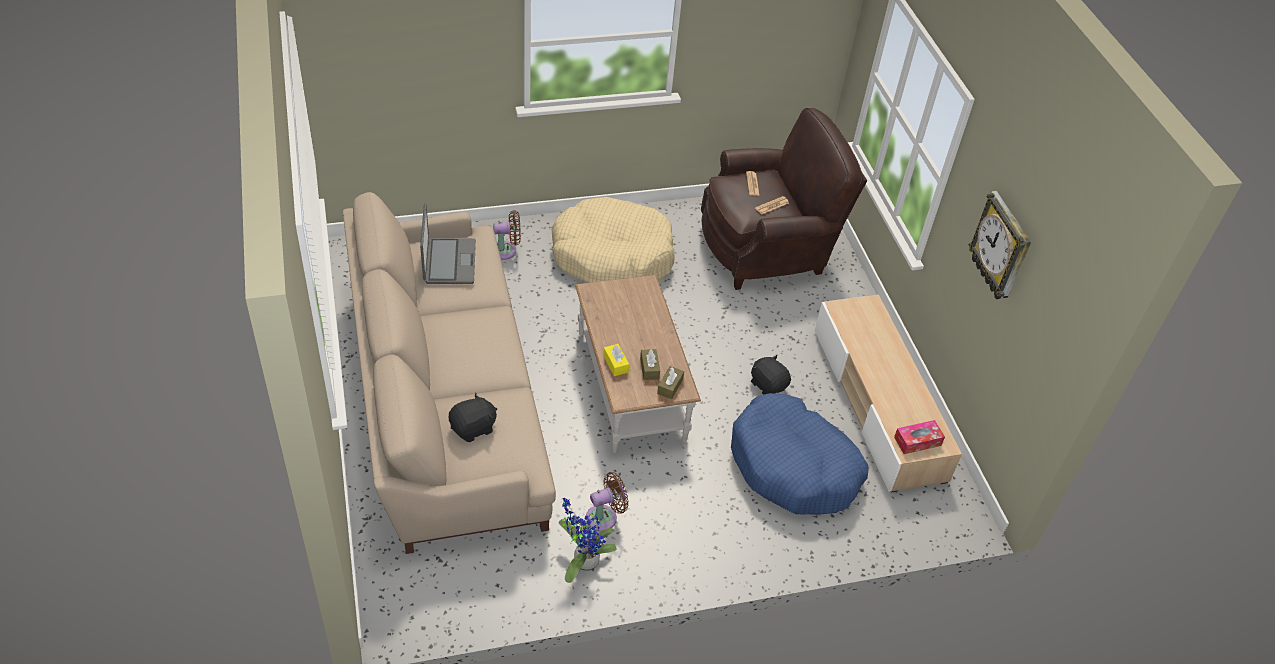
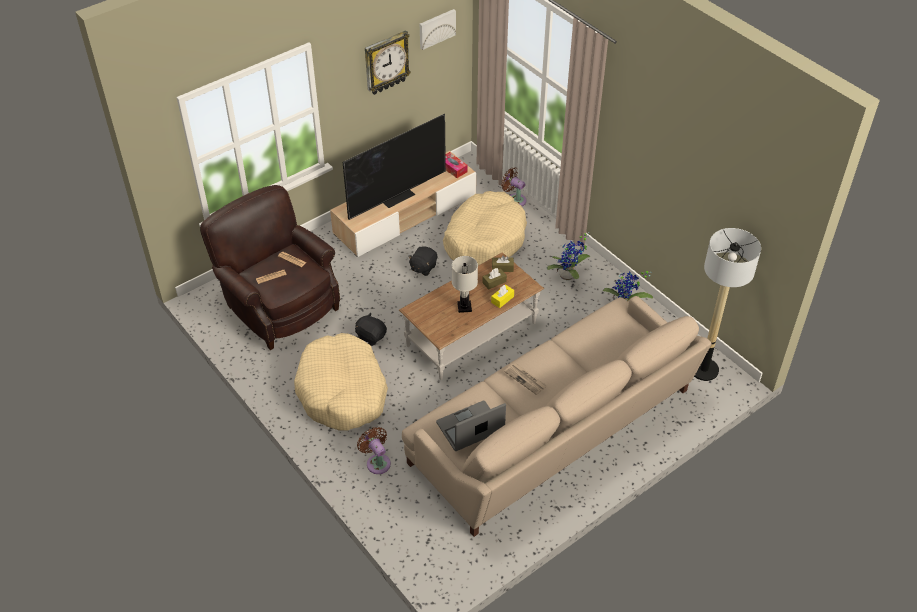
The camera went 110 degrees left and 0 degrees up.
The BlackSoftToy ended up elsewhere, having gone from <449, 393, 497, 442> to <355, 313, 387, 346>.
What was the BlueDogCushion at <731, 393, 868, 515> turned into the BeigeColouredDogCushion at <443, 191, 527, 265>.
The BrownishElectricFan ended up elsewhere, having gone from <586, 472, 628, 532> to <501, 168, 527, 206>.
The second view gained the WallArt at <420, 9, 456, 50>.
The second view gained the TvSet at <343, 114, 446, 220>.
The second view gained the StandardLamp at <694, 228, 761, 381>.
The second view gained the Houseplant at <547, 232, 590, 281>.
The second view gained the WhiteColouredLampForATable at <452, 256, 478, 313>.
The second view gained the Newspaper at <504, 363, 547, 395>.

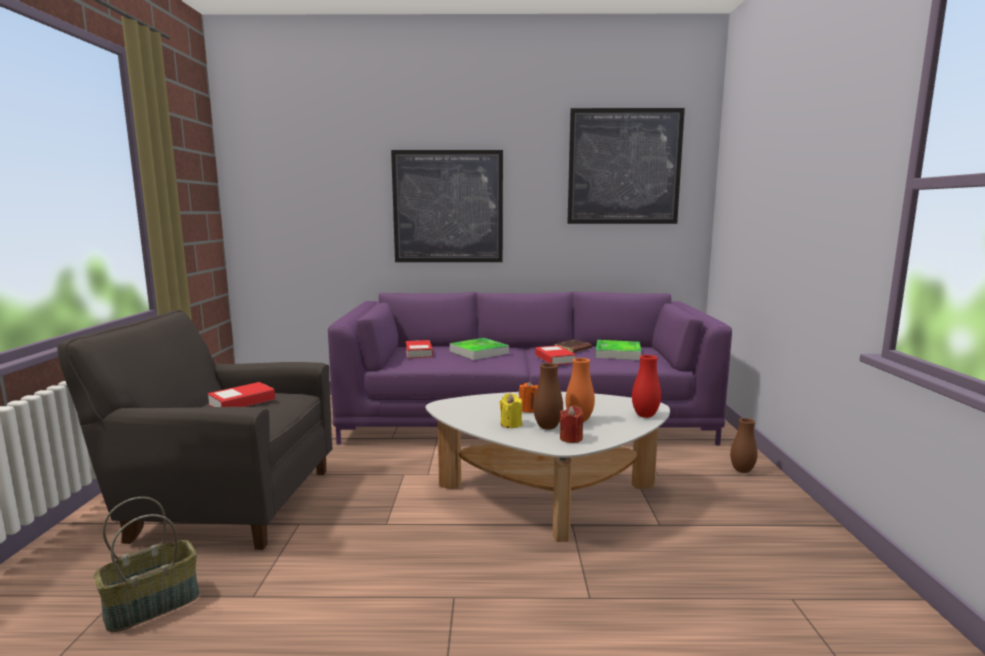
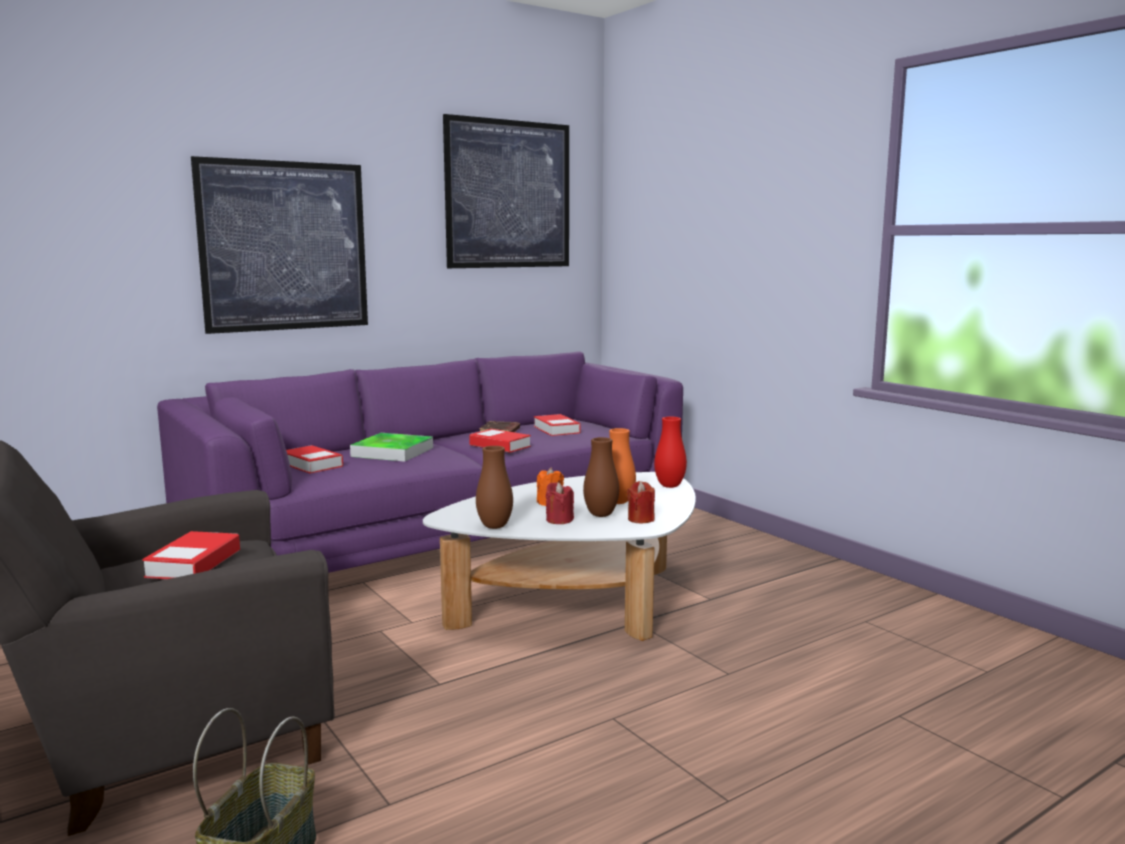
The camera went 35 degrees left and 0 degrees up.
Where the ServingTray stood at <595, 340, 641, 360>, the Volume came to stand at <534, 414, 580, 436>.
What was the YellowishCandle at <500, 393, 522, 428> turned into the ReddishCandle at <546, 482, 574, 524>.
The BrownishFlowerVase ended up elsewhere, having gone from <730, 418, 758, 473> to <476, 446, 513, 529>.

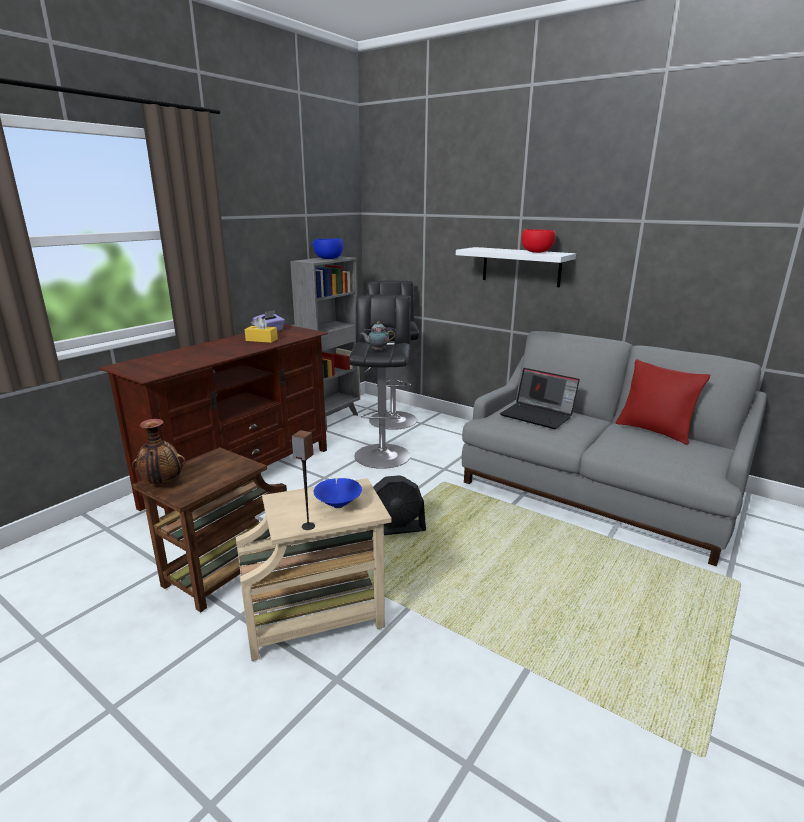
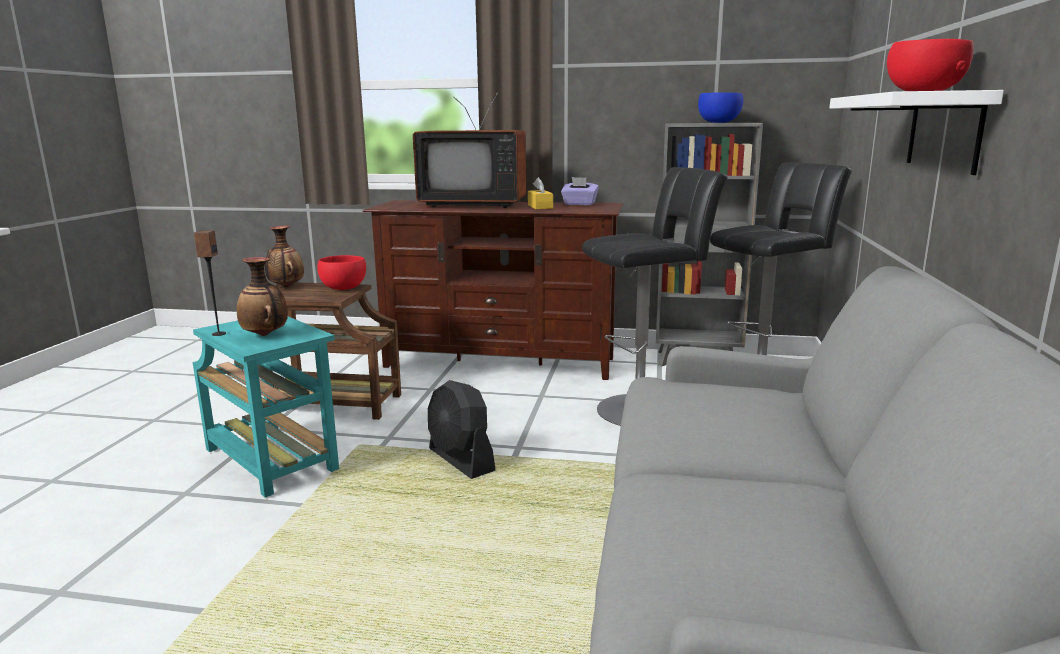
The camera went 65 degrees right and 5 degrees down.
The second view lost the PotForTea at <360, 321, 395, 351>.
The second view lost the ReddishPillow at <616, 359, 710, 445>.
The second view lost the NotebookComputer at <500, 368, 580, 429>.
What was the BeigeColouredAccentTable at <236, 478, 392, 661> turned into the TurquoiseAccentTable at <193, 317, 339, 498>.
Where the BlueServingBowl stood at <313, 478, 362, 508>, the FlowerVase came to stand at <237, 257, 288, 336>.
The second view gained the TvSet at <413, 92, 526, 208>.
The second view gained the ReddishServingBowl at <317, 255, 366, 290>.

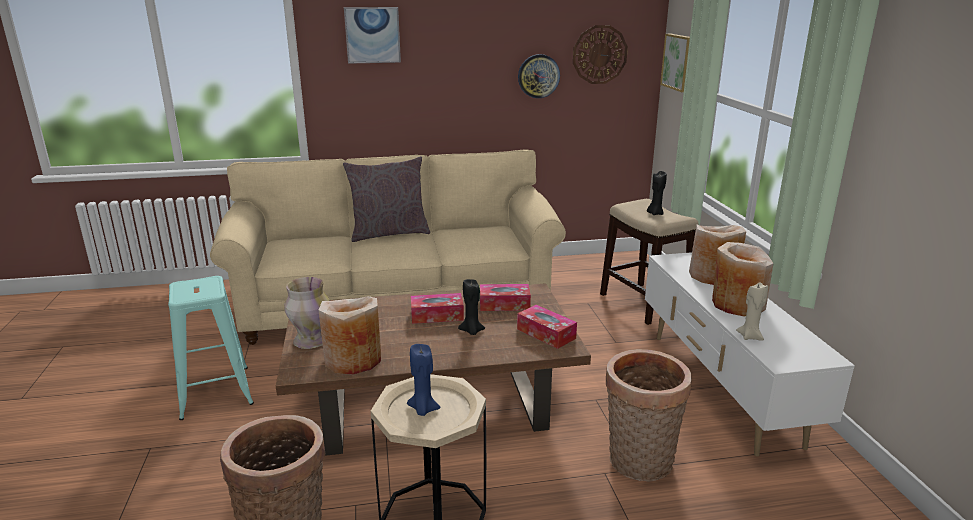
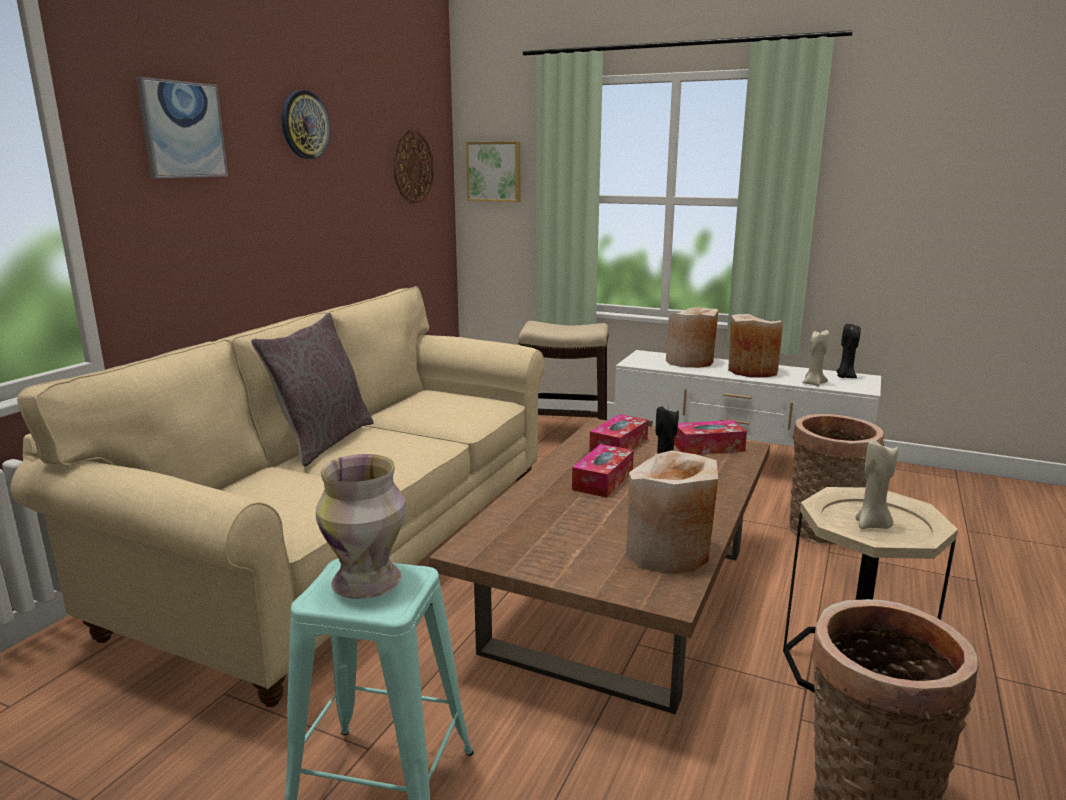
The camera went 55 degrees left and 5 degrees down.
The ClockOnTheWall ended up elsewhere, having gone from <518, 54, 560, 98> to <282, 90, 330, 159>.
The BlackCandle ended up elsewhere, having gone from <647, 171, 667, 215> to <836, 324, 861, 378>.
The FlowerVase ended up elsewhere, having gone from <284, 277, 329, 349> to <316, 454, 406, 599>.
What was the BlueCandle at <407, 344, 441, 416> turned into the BeigeColouredCandle at <855, 440, 898, 529>.

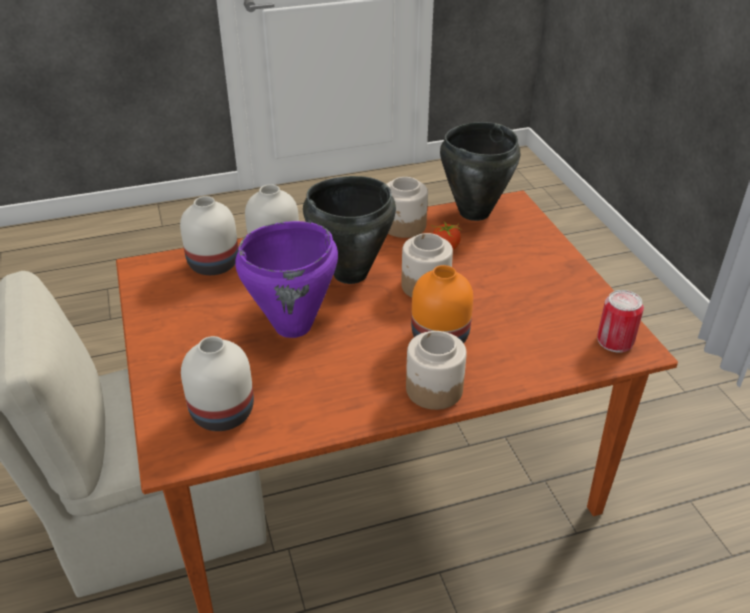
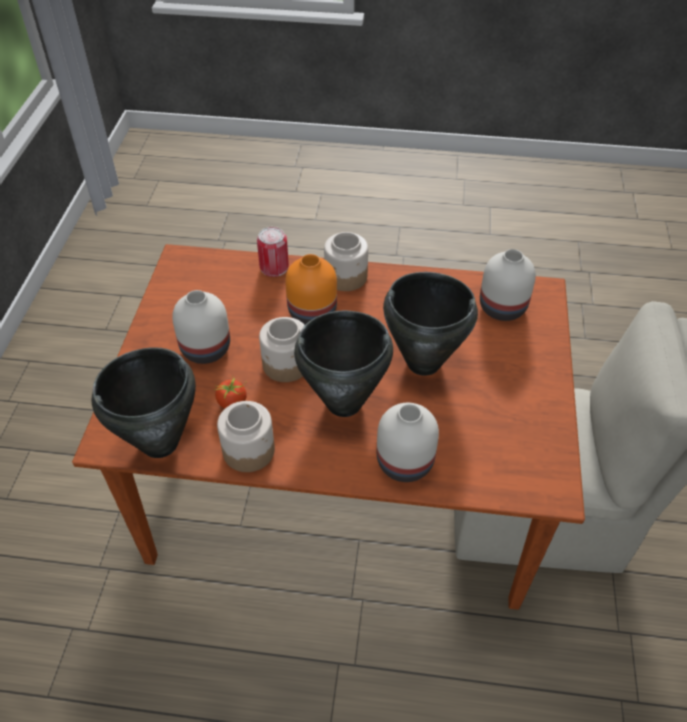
The camera went 155 degrees left and 10 degrees up.
The WhiteColouredFlowerVase ended up elsewhere, having gone from <180, 196, 238, 275> to <172, 290, 230, 364>.
What was the PurpleColouredCookingPot at <235, 221, 338, 338> turned into the BlackCookingPot at <383, 272, 478, 376>.
The SealedCan ended up elsewhere, having gone from <597, 290, 644, 353> to <257, 227, 289, 277>.

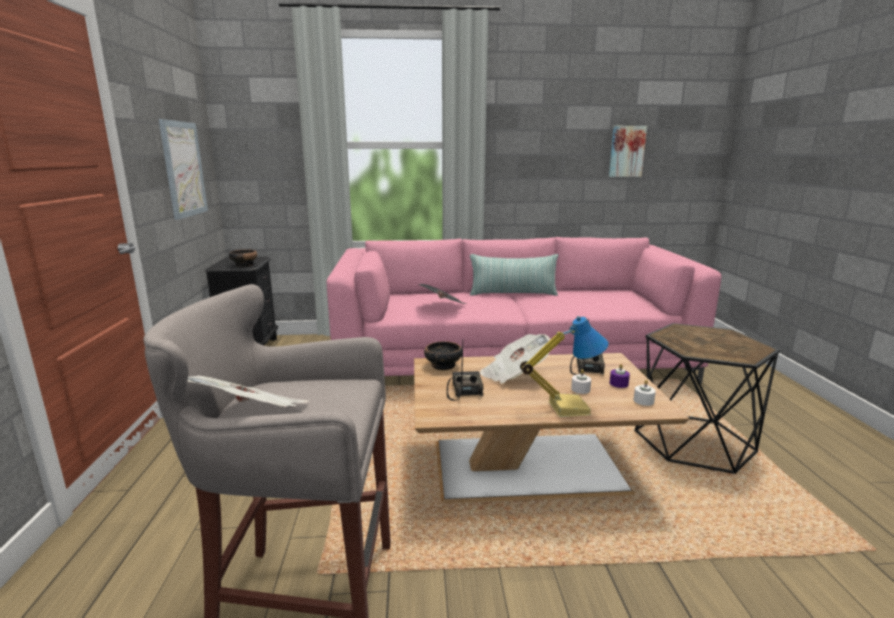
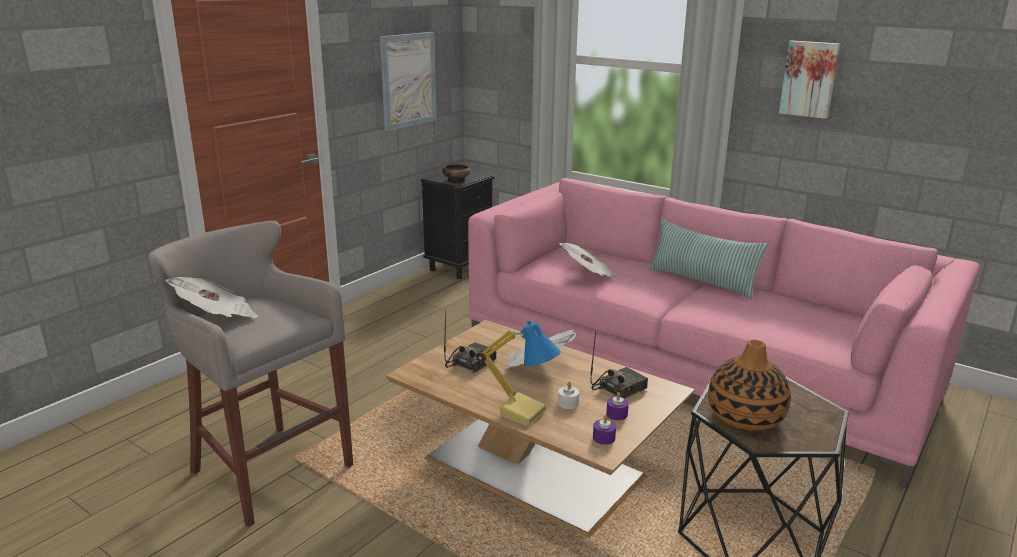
The camera went 40 degrees right and 5 degrees up.
The WallArt ended up elsewhere, having gone from <609, 126, 647, 177> to <779, 40, 840, 119>.
The second view lost the ServingBowl at <424, 341, 462, 370>.
What was the WhiteColouredCandle at <634, 380, 656, 406> turned into the PurpleColouredCandle at <593, 415, 616, 445>.
The second view gained the FlowerVase at <708, 340, 791, 431>.

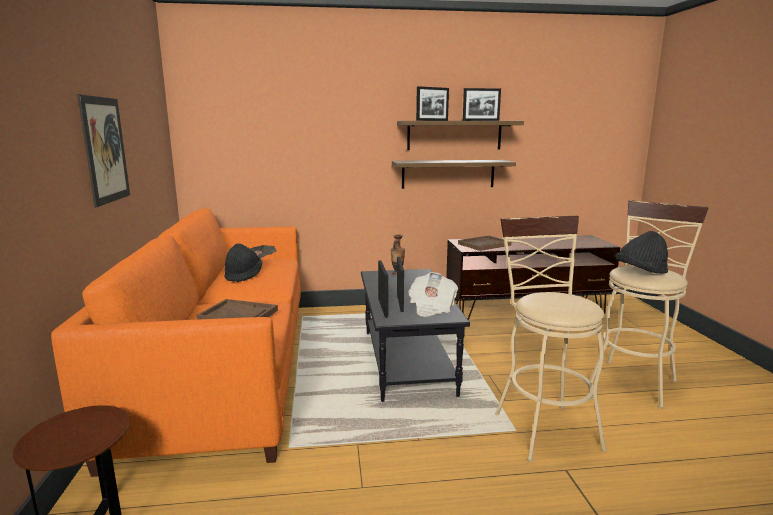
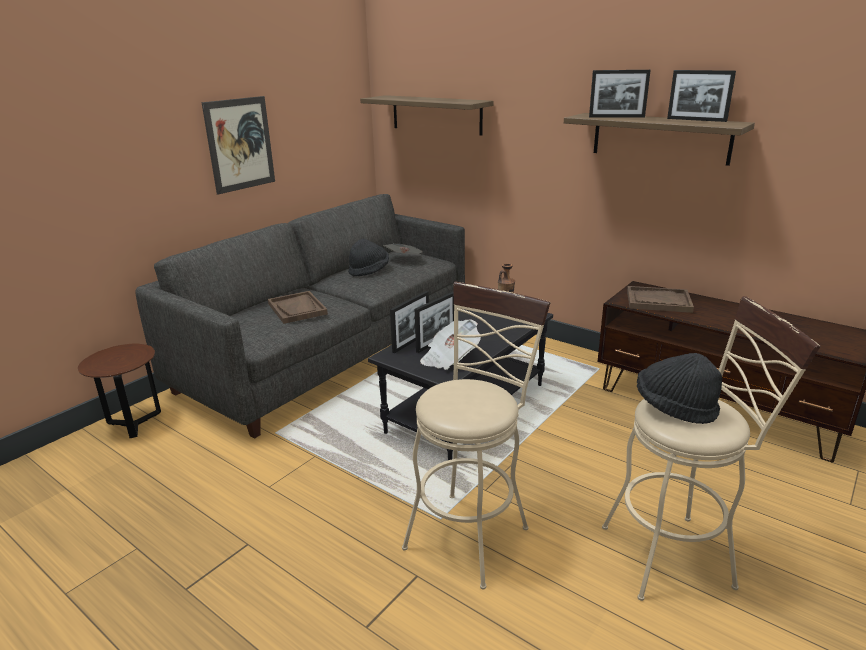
The camera went 45 degrees right and 10 degrees up.
The Shelf ended up elsewhere, having gone from <392, 160, 516, 189> to <360, 95, 494, 136>.
What was the OrangeySettee at <51, 208, 301, 477> turned into the GreySettee at <135, 194, 465, 439>.

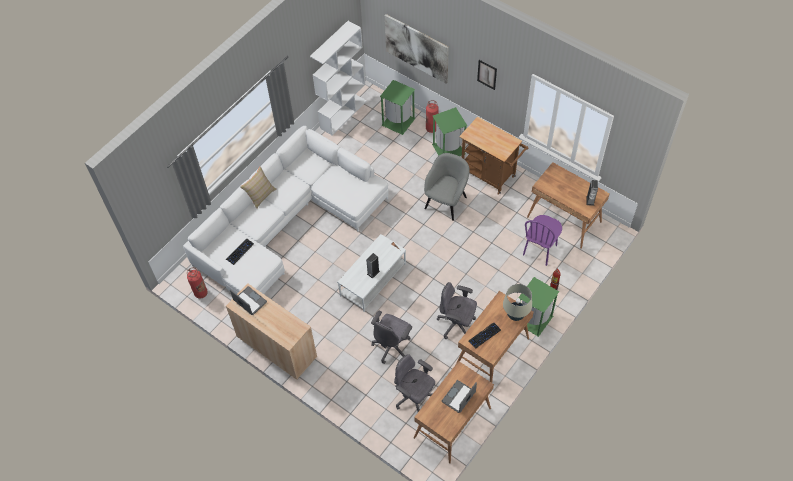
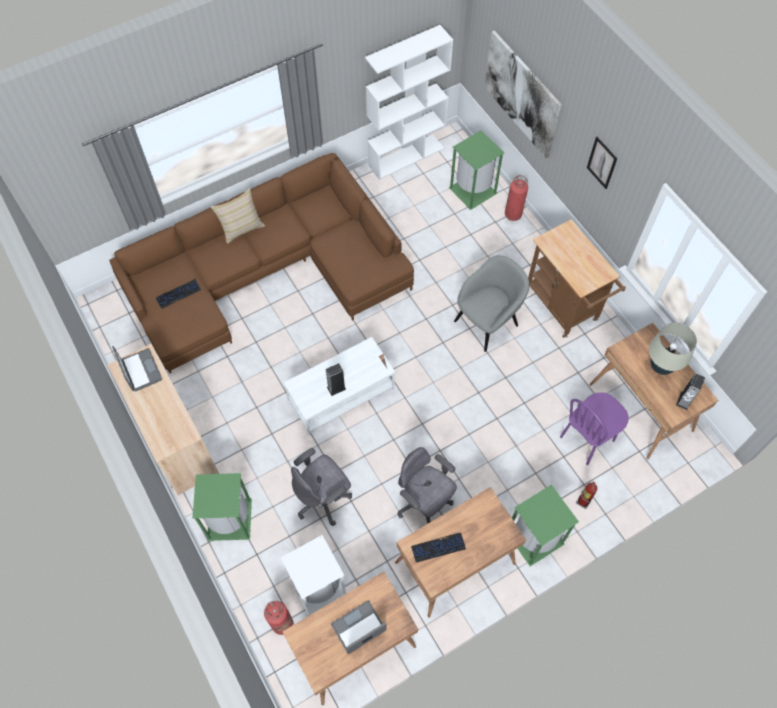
The camera went 20 degrees right and 5 degrees up.
The GreenRubbishBin ended up elsewhere, having gone from <432, 107, 467, 156> to <192, 473, 252, 541>.
What was the WhiteColouredSettee at <183, 126, 389, 294> turned into the BrownishSettee at <109, 153, 414, 373>.
The FireFightingCylinder ended up elsewhere, having gone from <187, 267, 208, 299> to <264, 601, 293, 635>.
The BeigeColouredLampForATable ended up elsewhere, having gone from <503, 284, 532, 321> to <649, 323, 697, 375>.
Where the GreyOfficeChair stood at <394, 354, 435, 412>, the WhiteColouredRubbishBin came to stand at <281, 535, 347, 616>.

